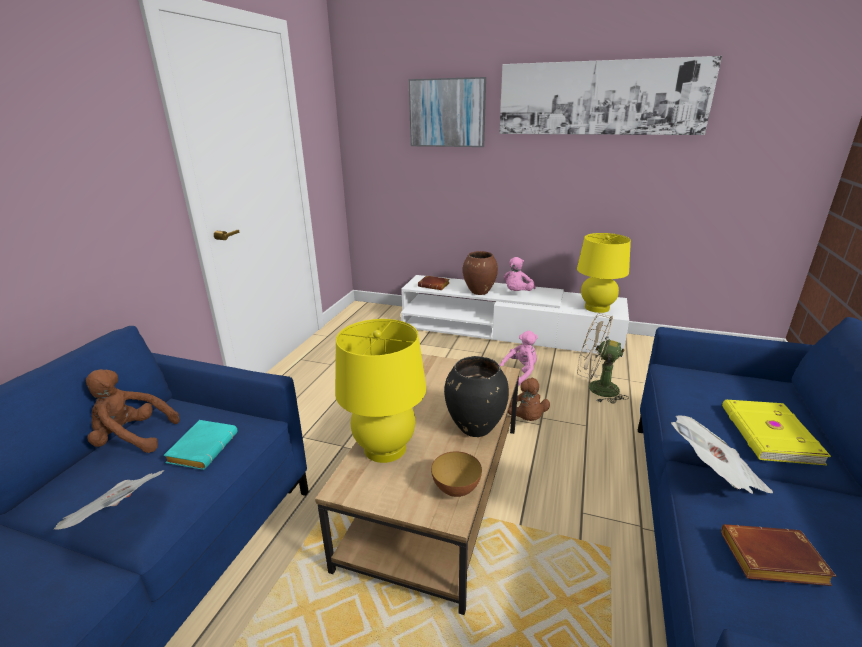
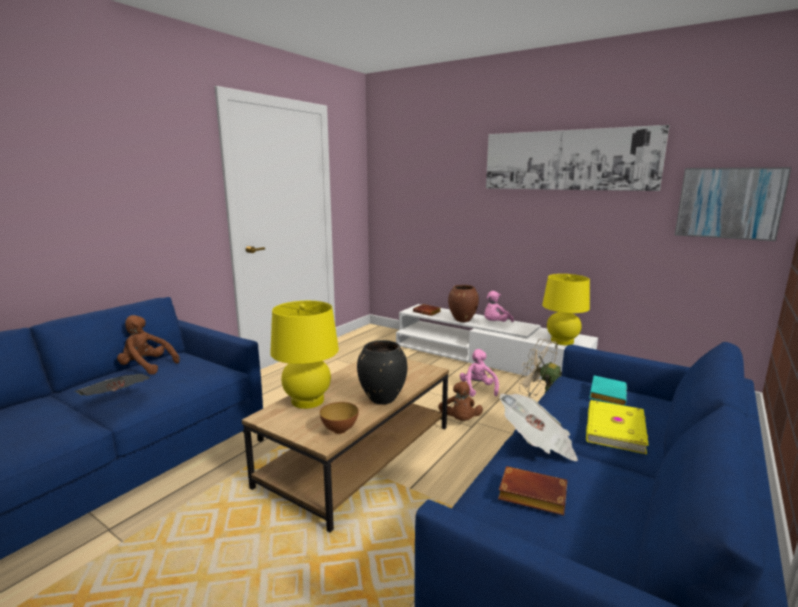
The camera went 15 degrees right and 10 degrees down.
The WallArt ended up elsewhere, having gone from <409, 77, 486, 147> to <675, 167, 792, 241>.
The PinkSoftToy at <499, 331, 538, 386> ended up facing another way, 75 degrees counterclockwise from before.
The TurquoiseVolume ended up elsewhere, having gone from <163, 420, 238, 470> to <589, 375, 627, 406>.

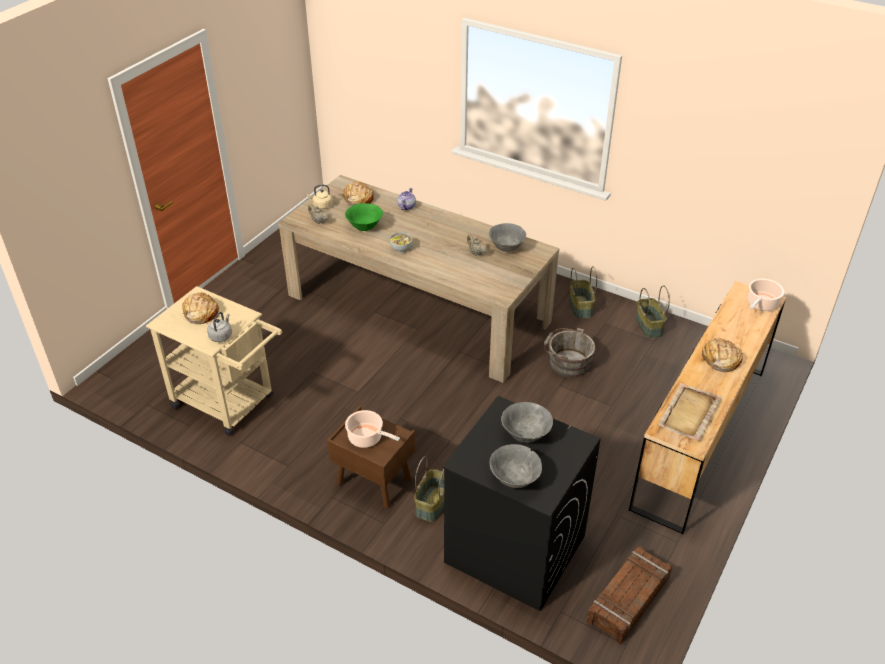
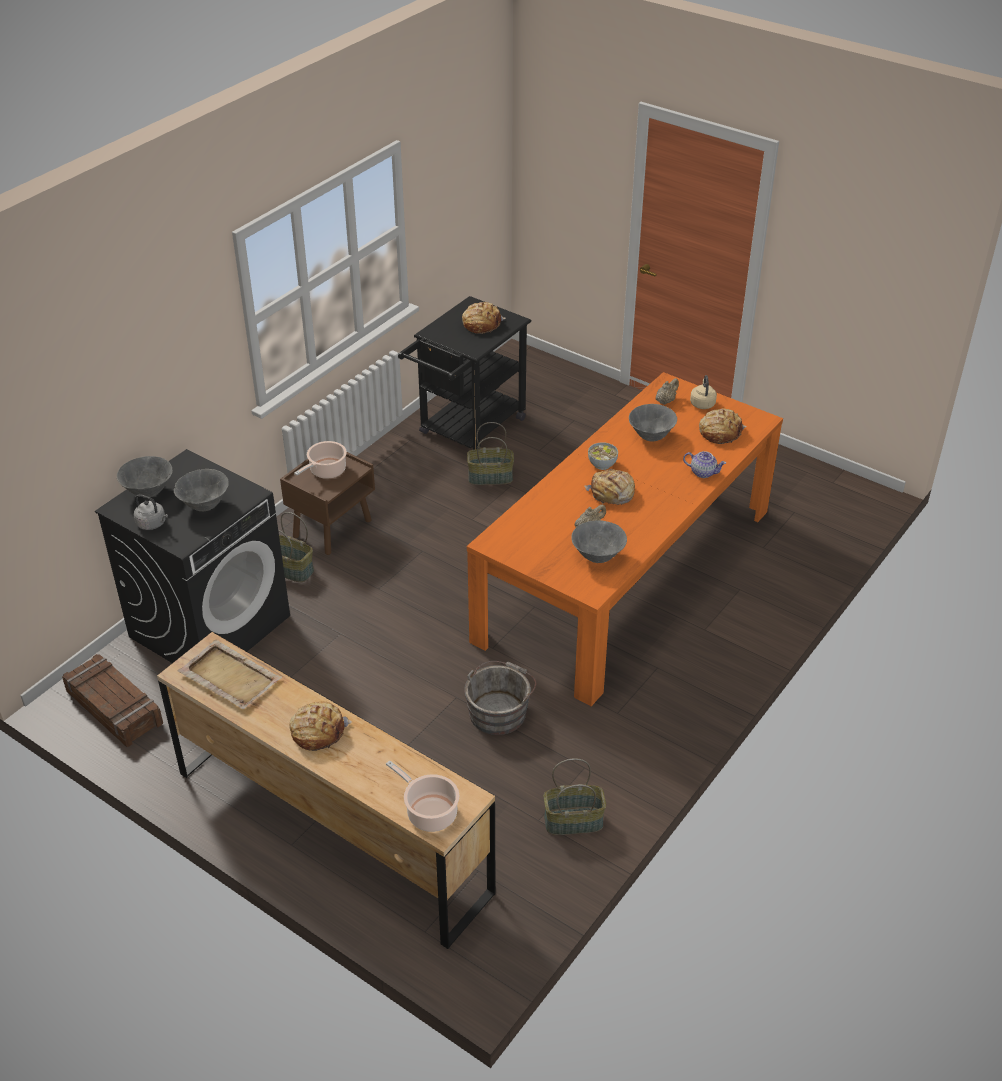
The camera went 95 degrees right and 0 degrees up.
What was the BeigeColouredDinnerTable at <278, 175, 560, 383> turned into the OrangeyDinnerTable at <467, 372, 783, 706>.
What was the GreenServingBowl at <345, 203, 383, 231> turned into the GreyServingBowl at <629, 404, 677, 442>.
The StorageBasket ended up elsewhere, having gone from <569, 266, 597, 319> to <467, 422, 514, 485>.
What was the BeigeColouredTrolley at <146, 286, 282, 436> turned into the BlackTrolley at <398, 296, 531, 450>.
The GreyWaterKettle ended up elsewhere, having gone from <207, 312, 232, 342> to <134, 494, 168, 530>.
The second view gained the BakedBread at <584, 469, 635, 505>.

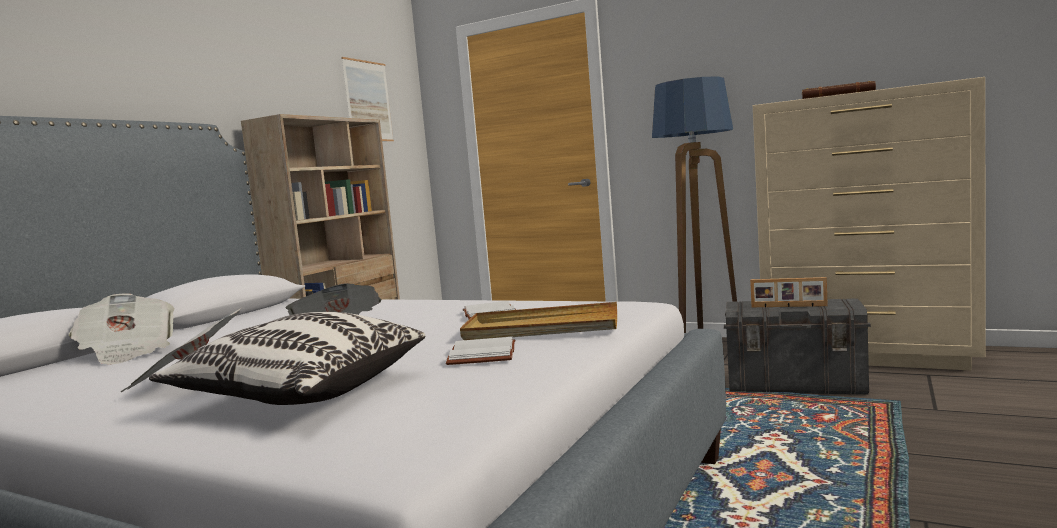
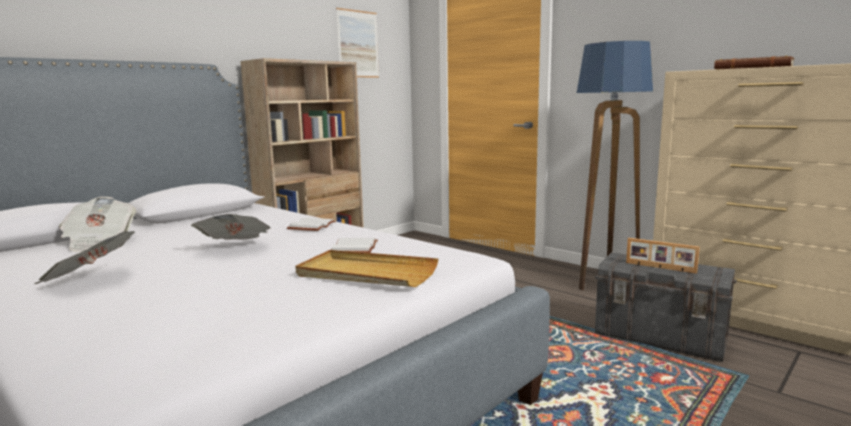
The camera went 15 degrees right and 5 degrees up.
The second view lost the Pillow at <149, 312, 425, 405>.
The WhiteColouredVolume ended up elsewhere, having gone from <446, 337, 515, 365> to <287, 218, 336, 231>.

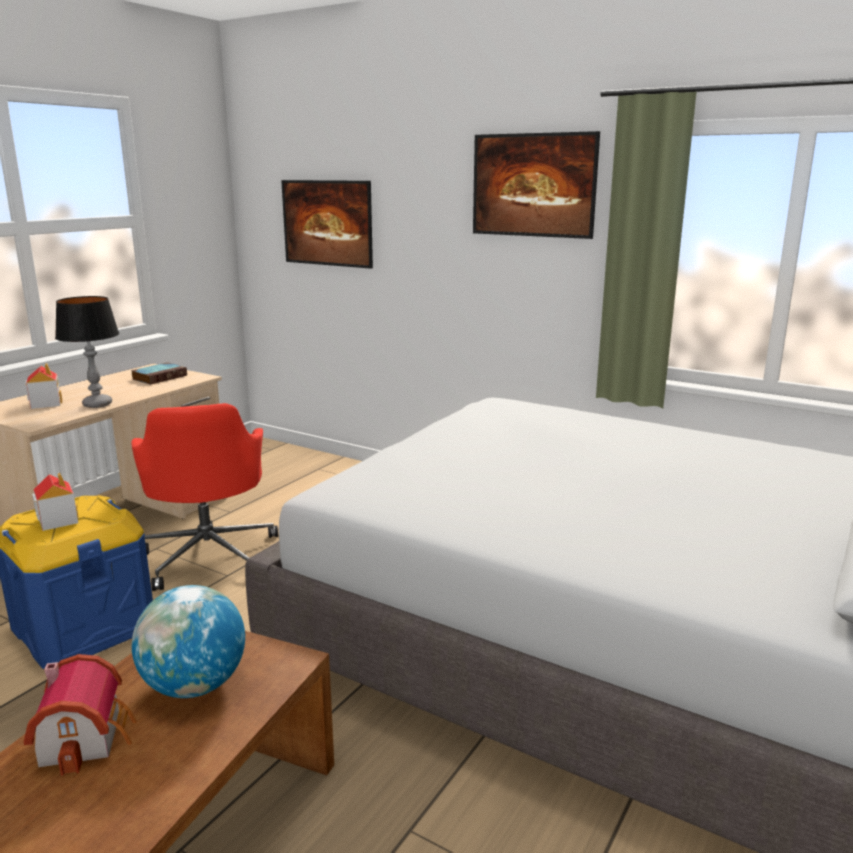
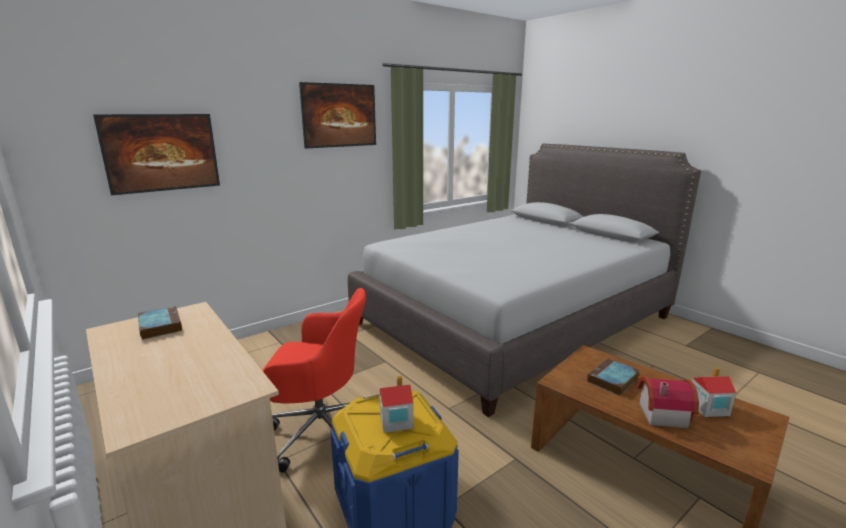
The camera went 70 degrees left and 0 degrees up.
The second view lost the LampForATable at <55, 296, 119, 408>.
The ToyHouse ended up elsewhere, having gone from <25, 363, 62, 409> to <692, 368, 736, 417>.
Where the DeskGlobe stood at <132, 585, 245, 698>, the Volume came to stand at <587, 358, 640, 396>.

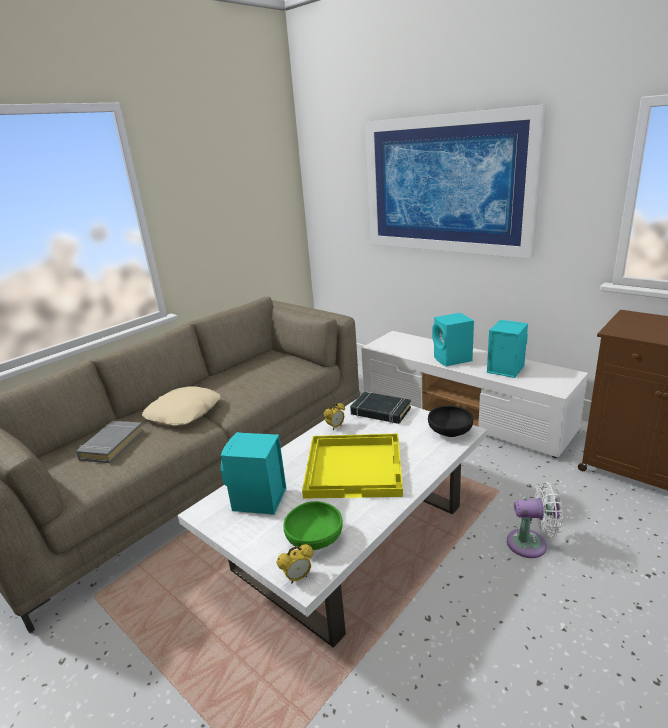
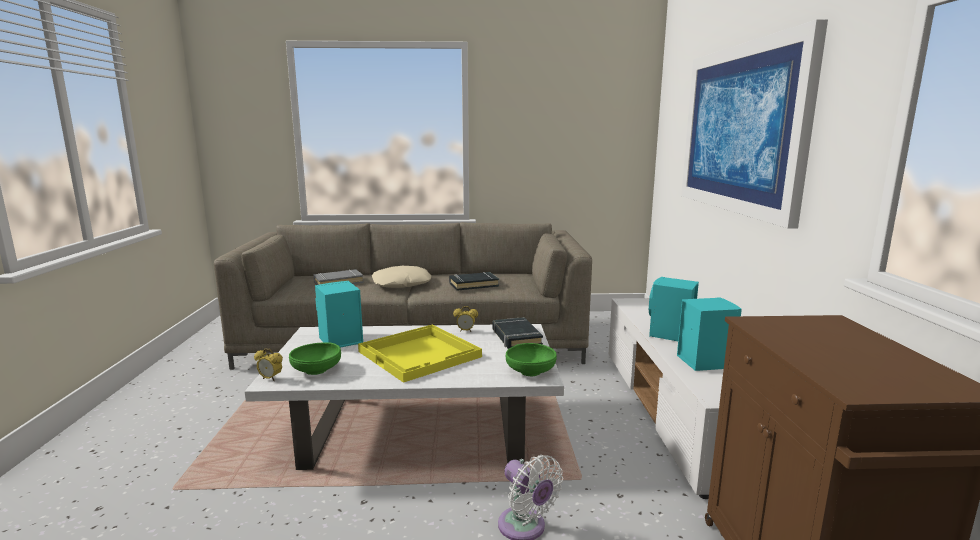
The camera went 45 degrees right and 10 degrees down.
What was the BlackServingBowl at <428, 406, 473, 437> turned into the GreenServingBowl at <506, 343, 557, 376>.
The second view gained the BlackVolume at <449, 272, 499, 291>.

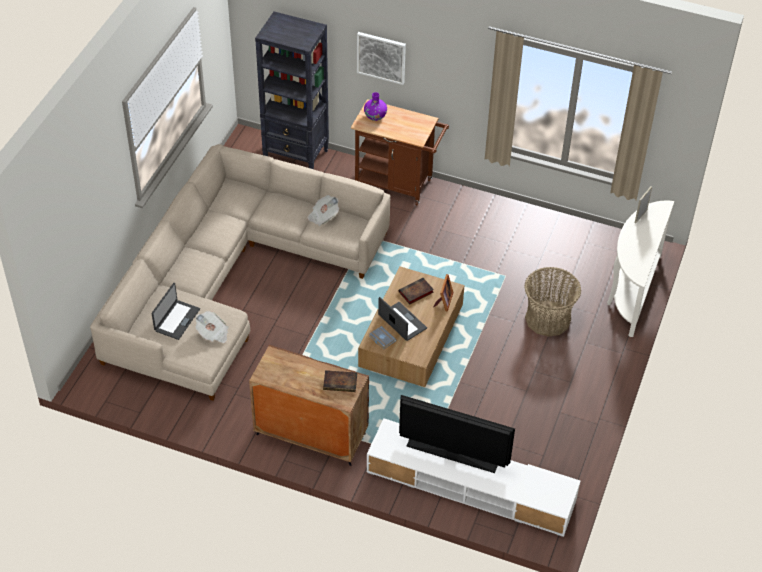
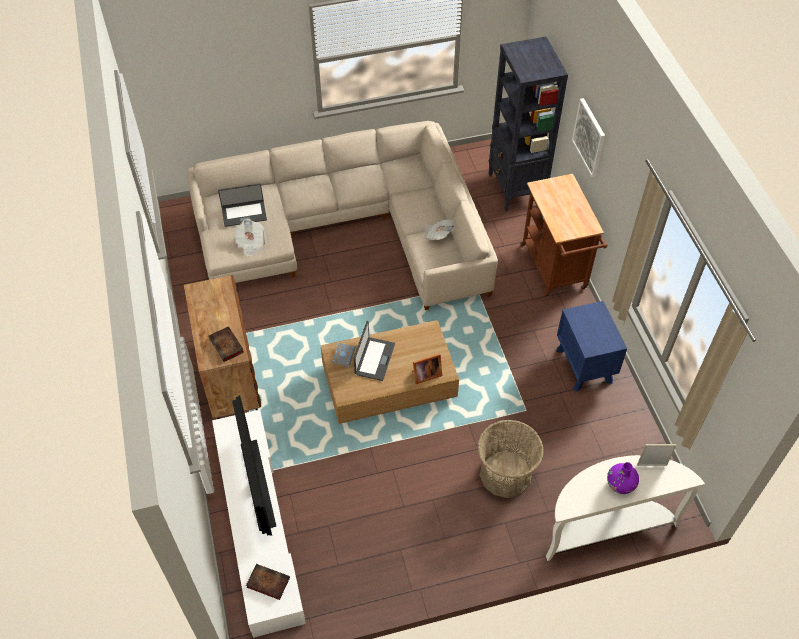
The camera went 55 degrees right and 5 degrees up.
The PurpleColouredFlowerVase ended up elsewhere, having gone from <364, 92, 387, 121> to <607, 462, 639, 494>.
The Volume ended up elsewhere, having gone from <399, 278, 434, 305> to <246, 564, 290, 600>.
The second view gained the BlueNightstand at <556, 301, 627, 392>.

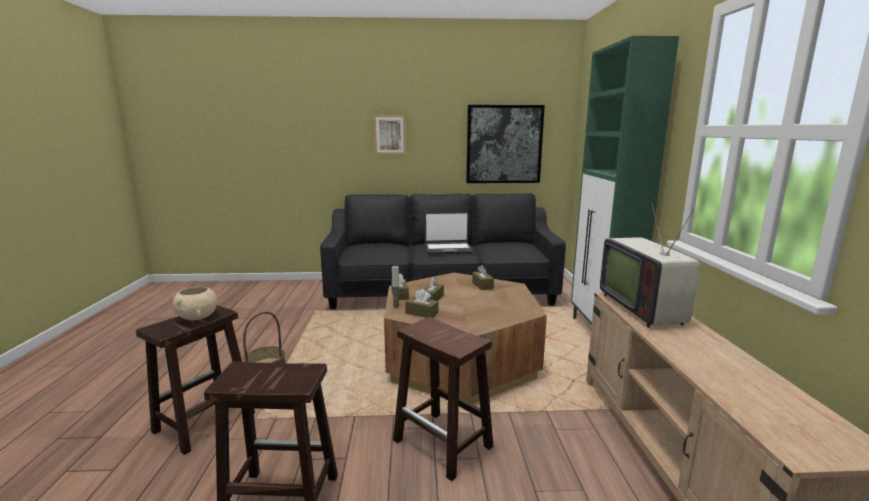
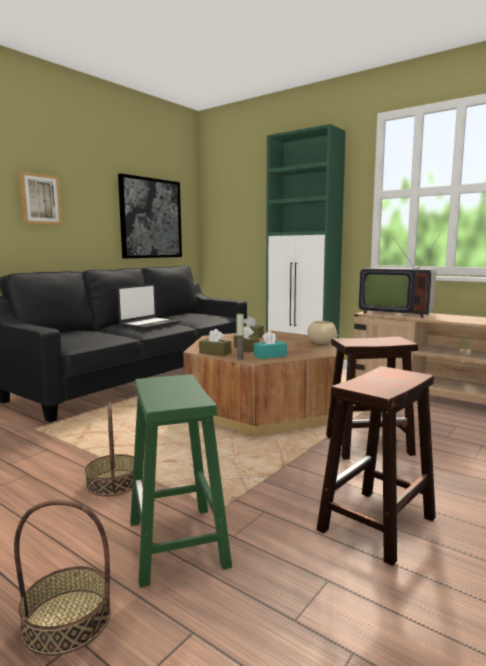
The camera went 50 degrees left and 5 degrees down.
The BeigeColouredServingBowl ended up elsewhere, having gone from <172, 287, 217, 320> to <307, 321, 338, 344>.
What was the BrownishTissueHolder at <405, 289, 438, 318> turned into the TurquoiseTissueHolder at <254, 331, 287, 359>.
What was the BrownishStoolSeat at <136, 305, 255, 455> turned into the GreenStoolSeat at <130, 374, 232, 588>.
The second view gained the StorageBasket at <14, 500, 111, 656>.

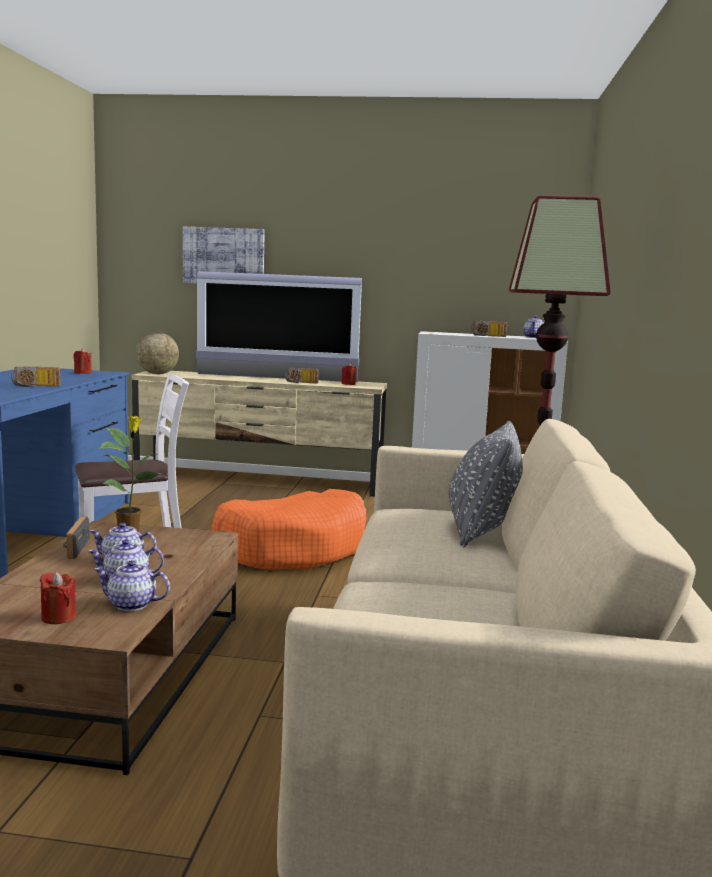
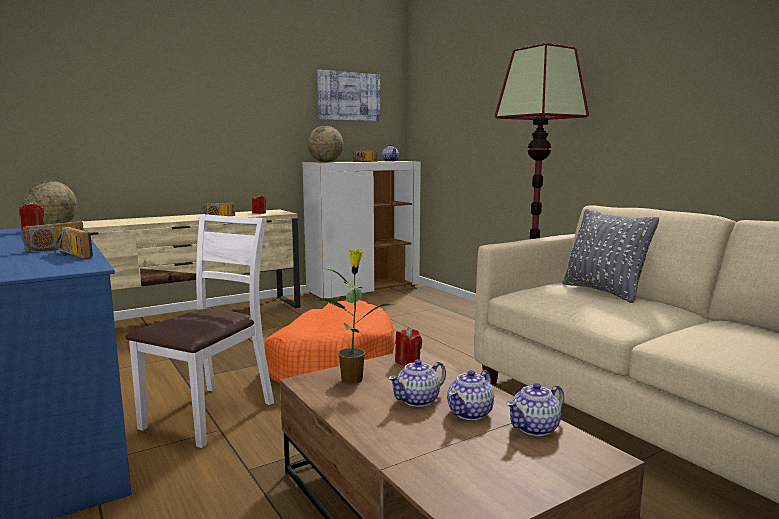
The camera went 40 degrees left and 0 degrees up.
The WallArt ended up elsewhere, having gone from <183, 227, 265, 284> to <317, 70, 380, 121>.
The second view lost the TvSet at <196, 271, 362, 382>.
The RadioSet ended up elsewhere, having gone from <63, 517, 90, 559> to <54, 227, 93, 259>.
The ReddishCandle ended up elsewhere, having gone from <40, 572, 76, 624> to <395, 328, 422, 366>.
The second view gained the DeskGlobe at <308, 126, 343, 162>.

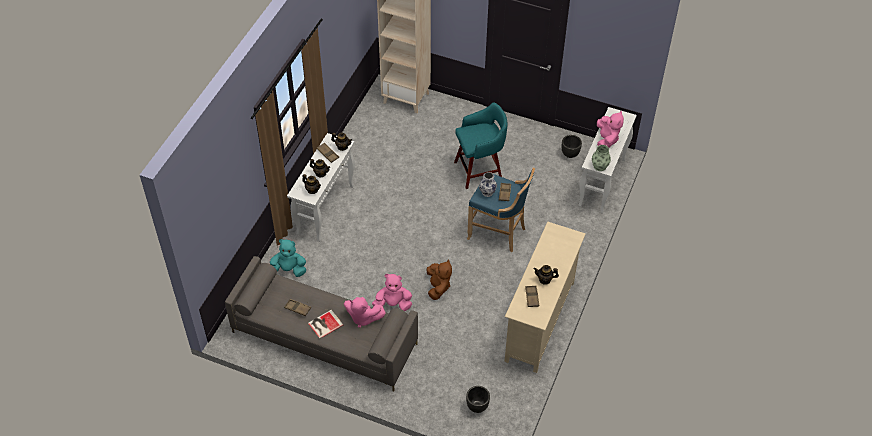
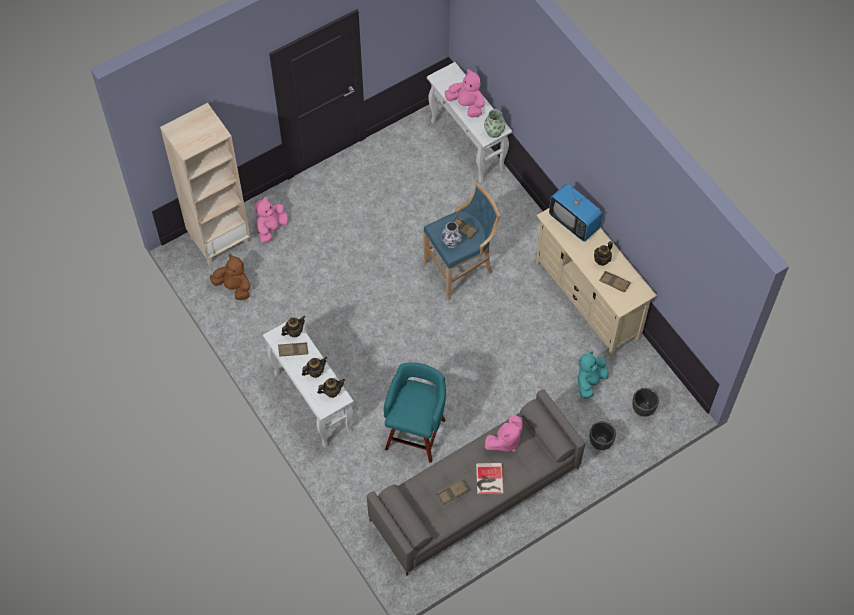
The camera went 55 degrees left and 10 degrees up.
The TurquoiseStoolSeat ended up elsewhere, having gone from <454, 102, 507, 189> to <384, 362, 446, 463>.
The BlackPlantPot ended up elsewhere, having gone from <562, 135, 582, 158> to <589, 421, 616, 450>.
The TurquoiseSoftToy ended up elsewhere, having gone from <270, 239, 306, 277> to <577, 351, 609, 399>.
The BrownishSoftToy ended up elsewhere, having gone from <427, 259, 452, 300> to <210, 254, 250, 300>.
The PinkSoftToy ended up elsewhere, having gone from <372, 274, 412, 311> to <254, 197, 288, 243>.
The second view gained the TvSet at <549, 184, 602, 242>.

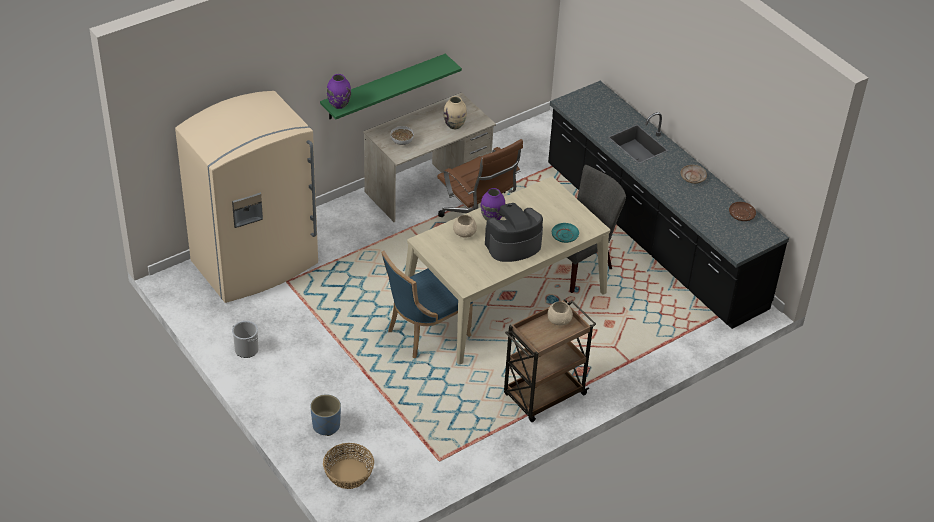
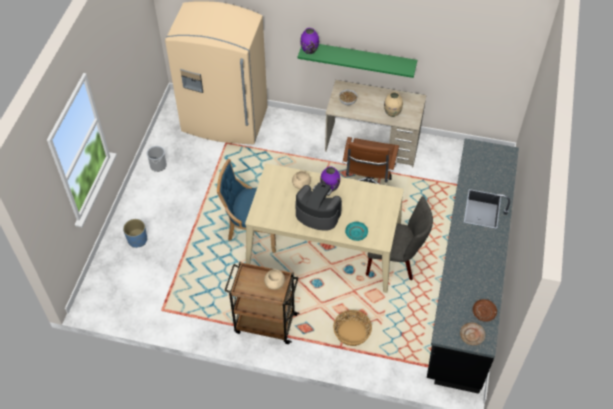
The camera went 50 degrees right and 10 degrees up.
The BeigeColouredDinnerPlate ended up elsewhere, having gone from <681, 165, 707, 184> to <460, 323, 485, 345>.
The StorageBasket ended up elsewhere, having gone from <323, 443, 374, 489> to <333, 310, 372, 346>.

